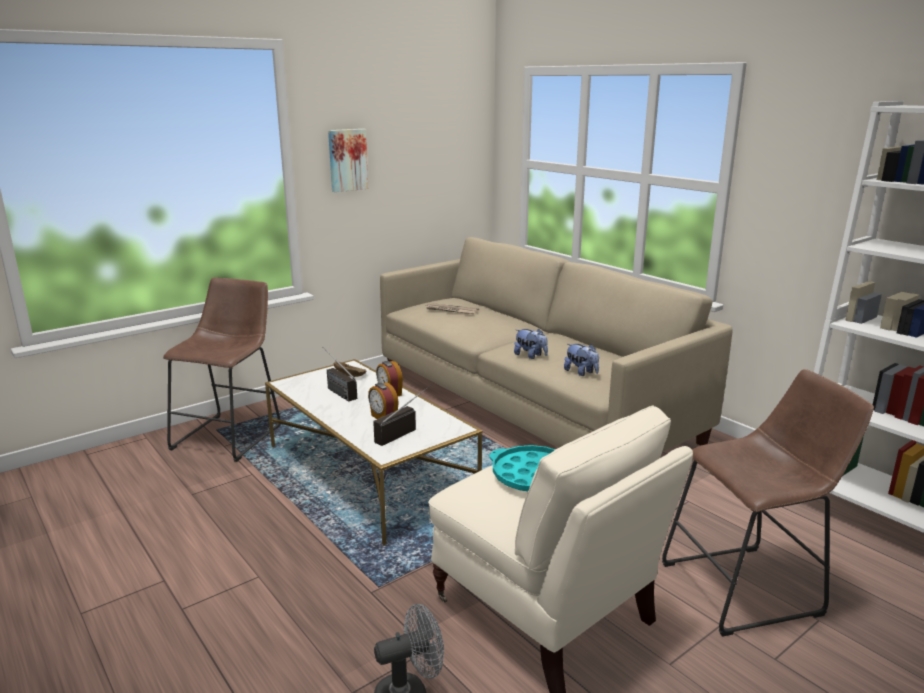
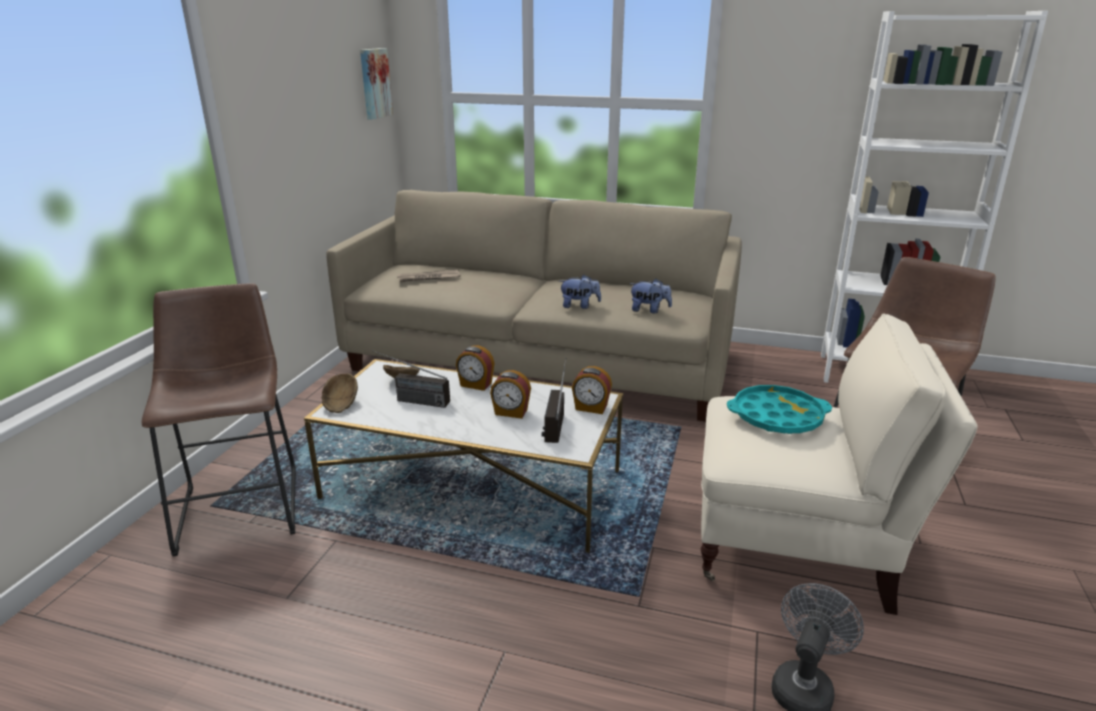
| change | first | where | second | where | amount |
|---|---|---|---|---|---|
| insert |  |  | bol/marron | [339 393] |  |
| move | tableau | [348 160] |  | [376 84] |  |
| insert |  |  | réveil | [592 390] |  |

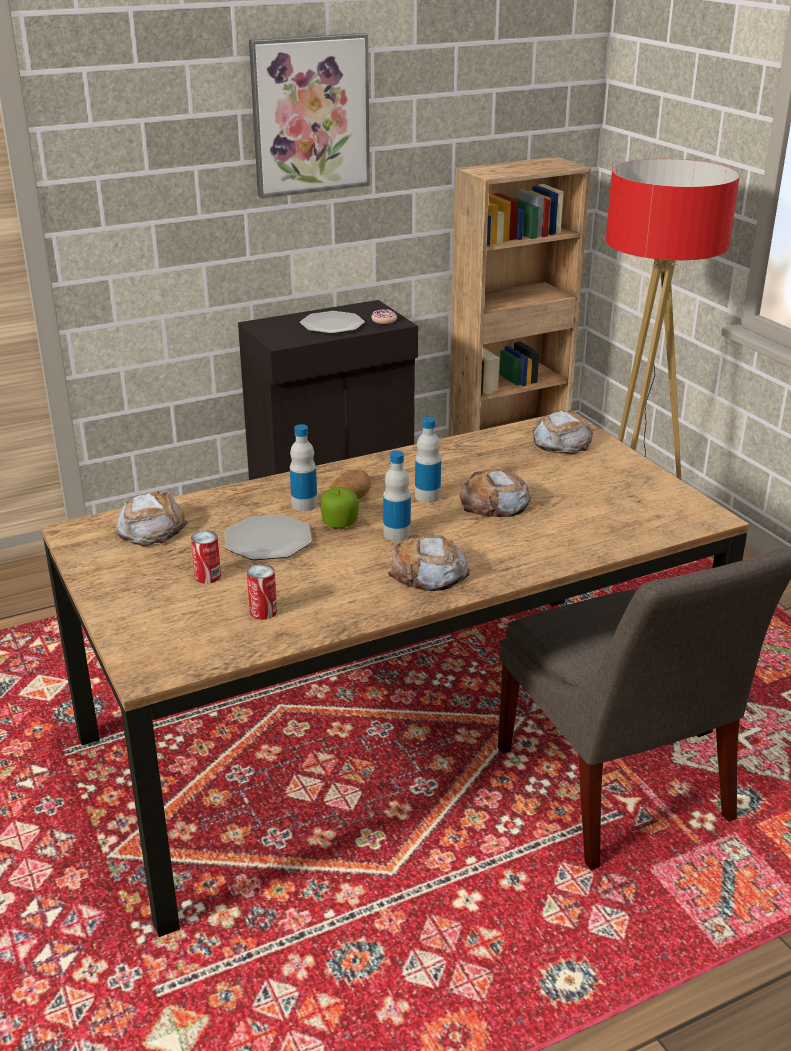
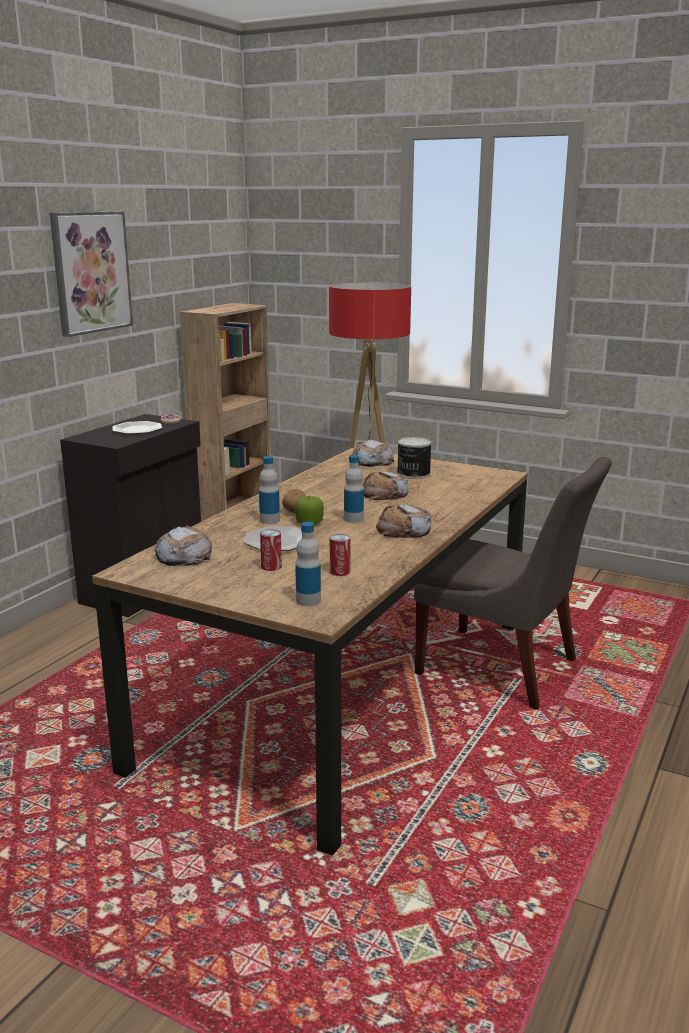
| change | first | where | second | where | amount |
|---|---|---|---|---|---|
| move | bouteille | [428 460] |  | [308 564] |  |
| insert |  |  | boîte métallique | [414 458] |  |

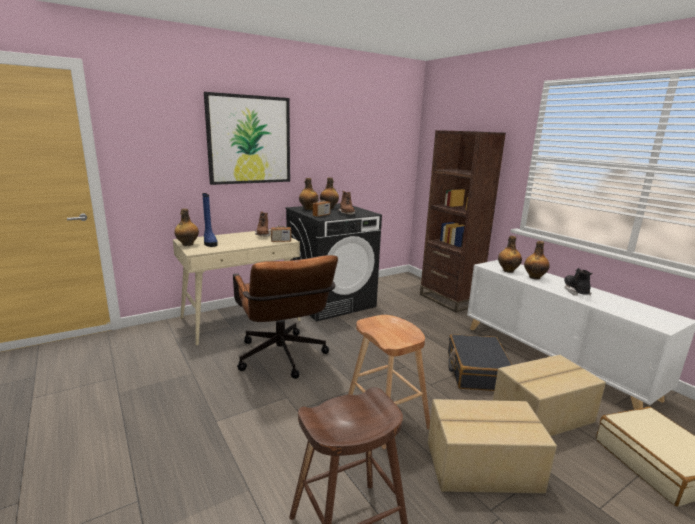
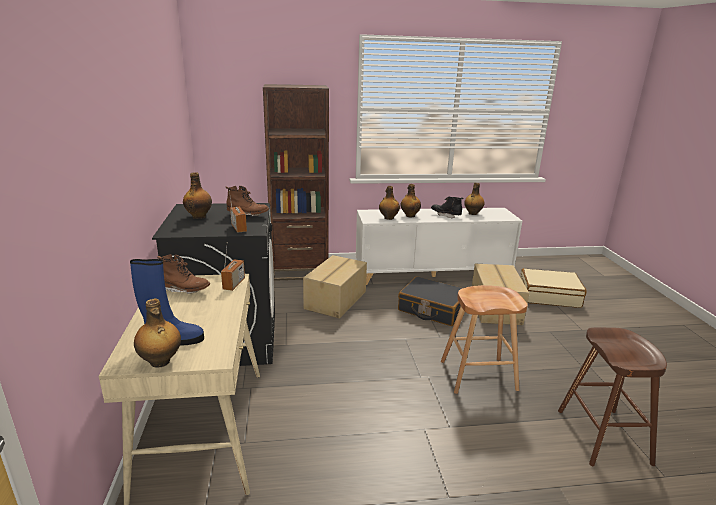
| change | first | where | second | where | amount |
|---|---|---|---|---|---|
| move | carton | [492 446] |  | [335 287] |  |
| move | bouteille | [309 194] |  | [474 199] |  |
| delete | tableau | [247 138] |  |  |  |
| delete | chaise de bureau/marron | [285 317] |  |  |  |

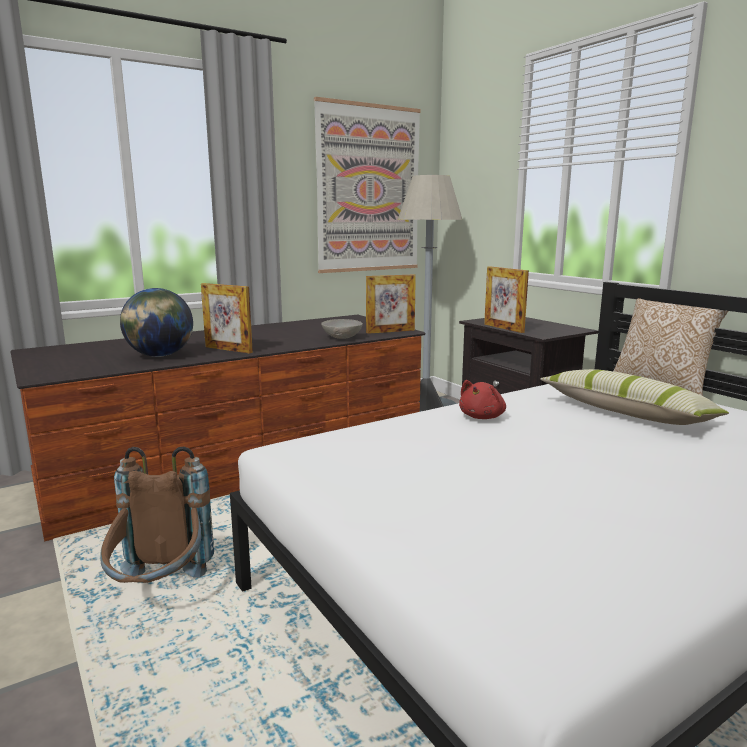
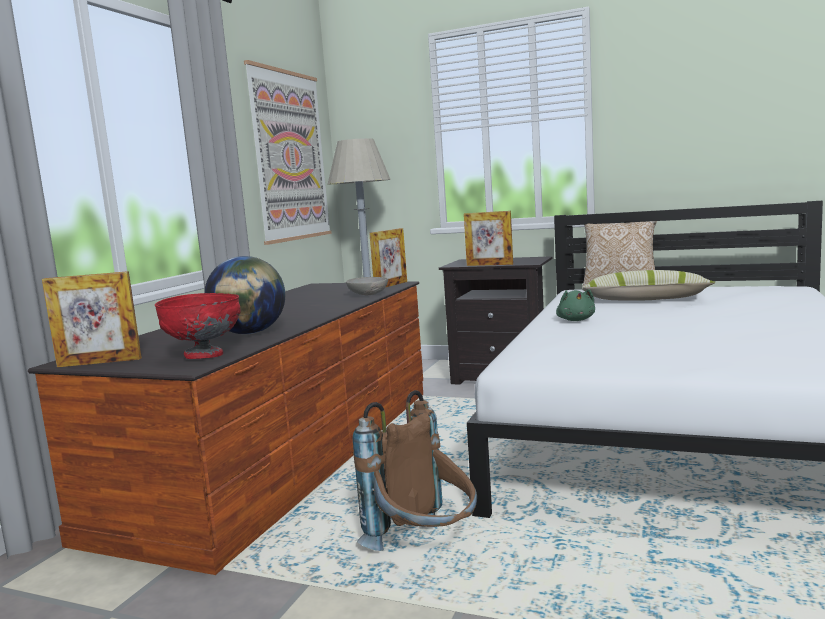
| change | first | where | second | where | amount |
|---|---|---|---|---|---|
| move | cadre photo | [227 318] |  | [92 319] |  |
| insert |  |  | bol/rouge | [198 326] |  |
| recolor | peluche/rouge | [482 399] | peluche/vert | [575 305] |  |

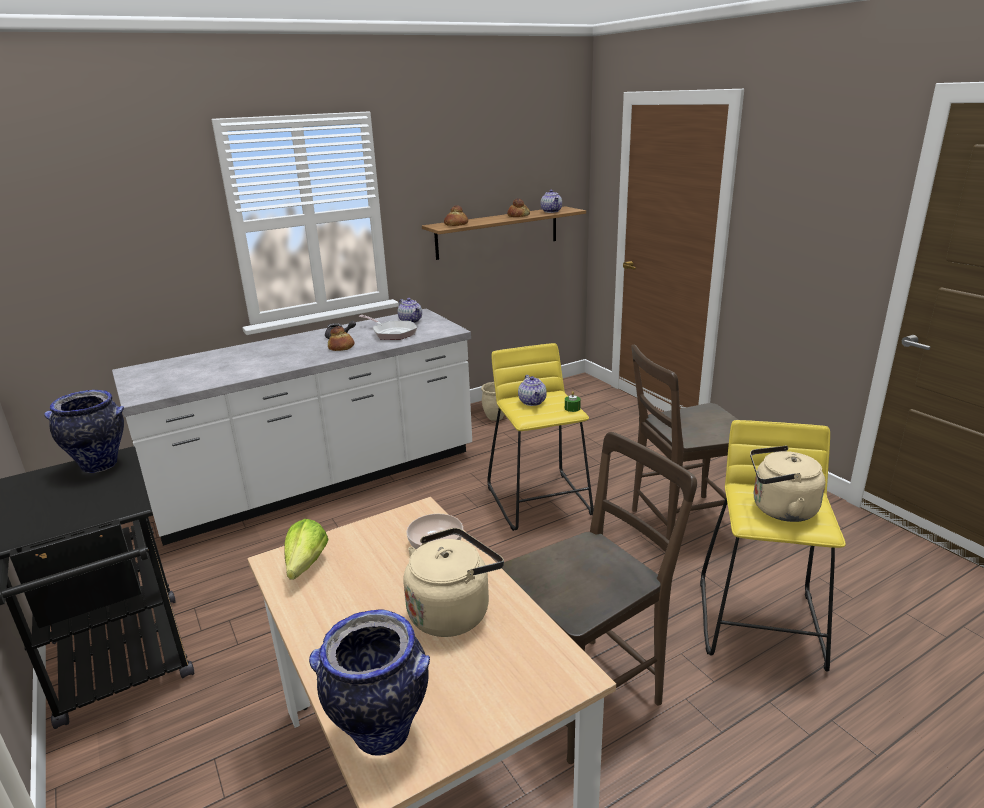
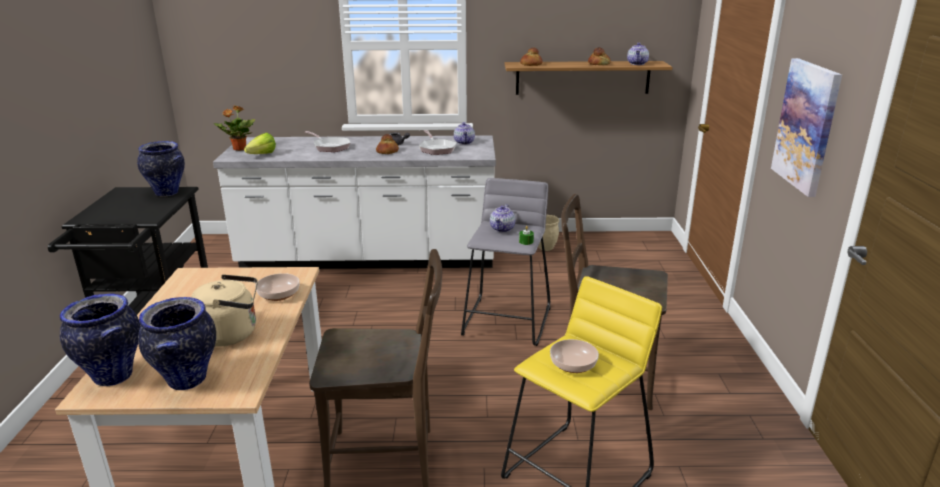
| change | first | where | second | where | amount |
|---|---|---|---|---|---|
| insert |  |  | vase | [177 343] |  |
| insert |  |  | plante en pot | [234 128] |  |
| move | laitue | [306 549] |  | [260 143] |  |
| insert |  |  | poêle | [327 141] |  |
| recolor | tabouret/jaune | [540 437] | tabouret/gris | [506 262] |  |
| replace | bouilloire/beige | [787 484] | bol | [574 356] |  |
| insert |  |  | tableau | [806 127] |  |

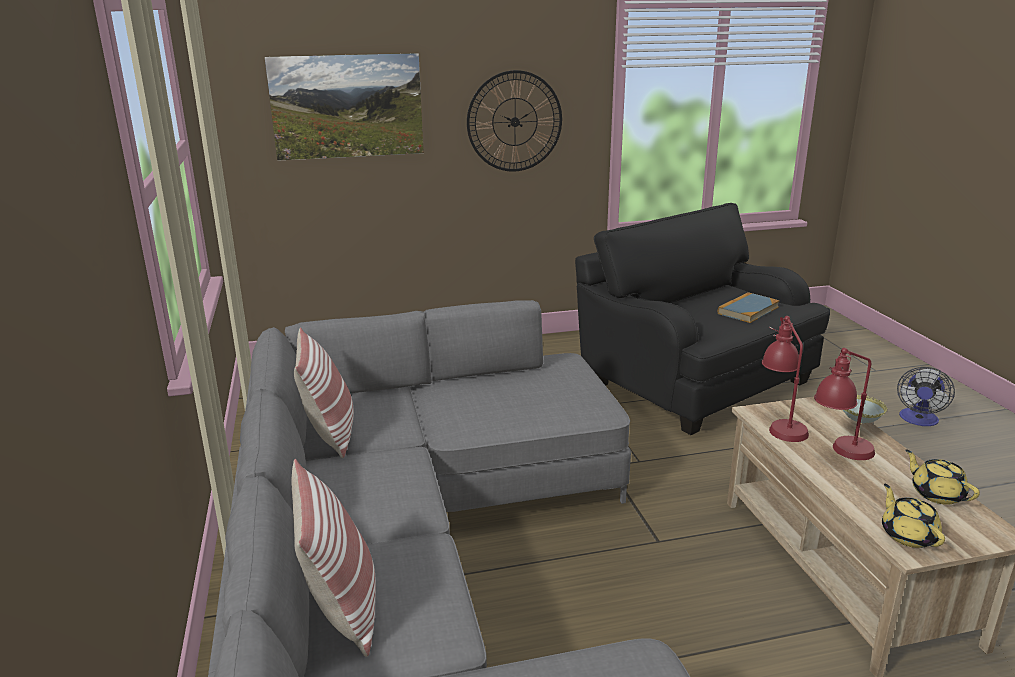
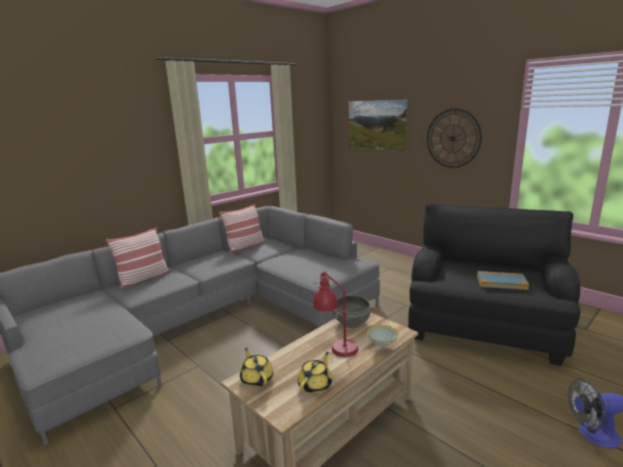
| change | first | where | second | where | amount |
|---|---|---|---|---|---|
| rotate | théière/jaune | [913 516] |  | [257 367] | 75 degrees counterclockwise |
| replace | lampe de table/rouge | [785 379] | bol/gris | [352 312] |  |

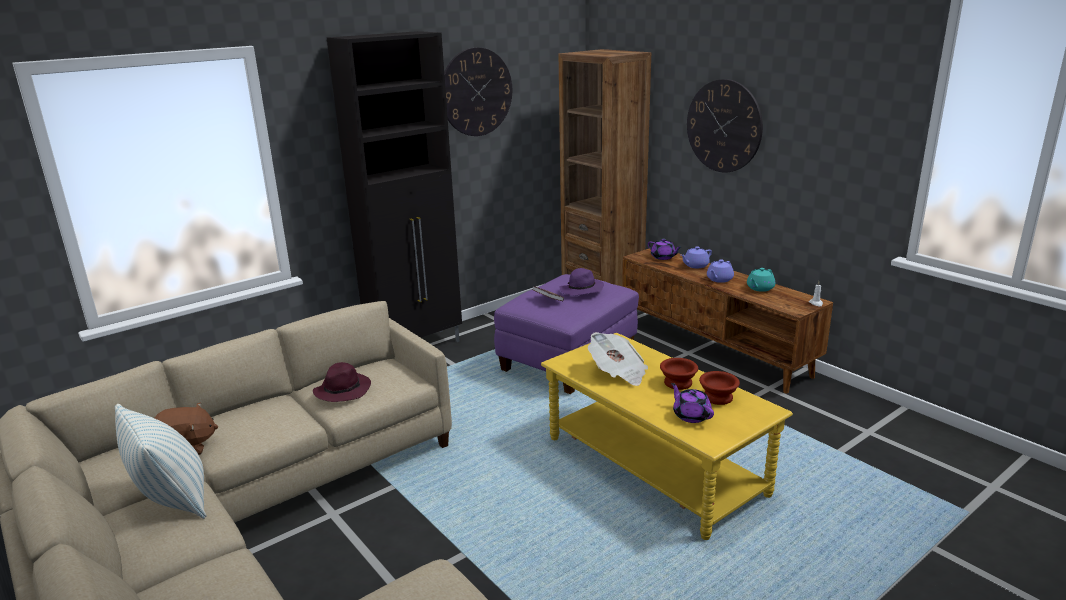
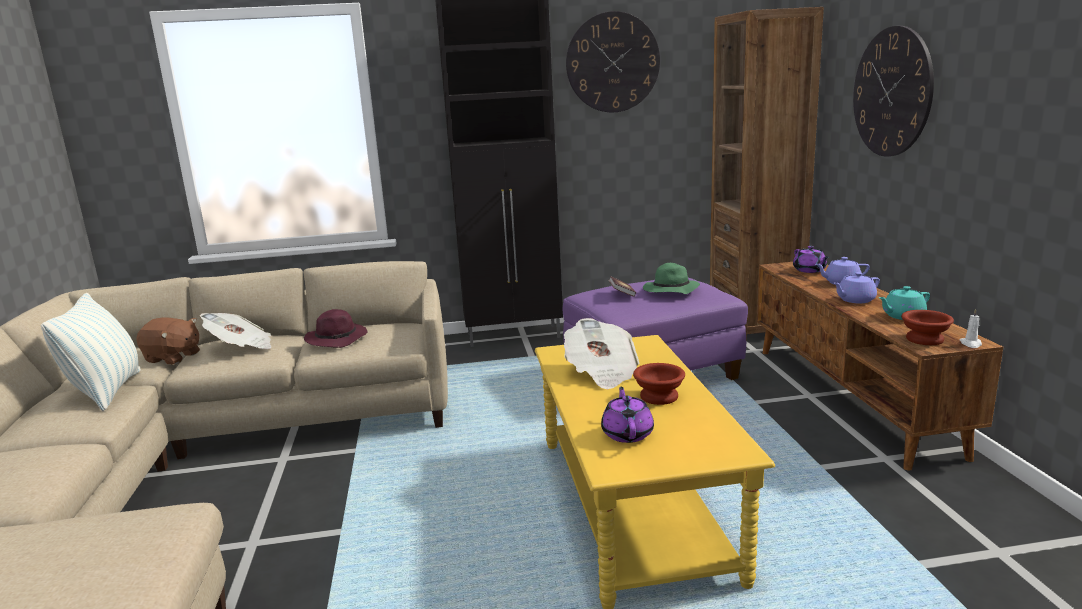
| change | first | where | second | where | amount |
|---|---|---|---|---|---|
| insert |  |  | journal | [235 331] |  |
| recolor | chapeau/violet | [581 281] | chapeau/vert | [671 278] |  |
| move | bol/marron | [719 388] |  | [927 327] |  |

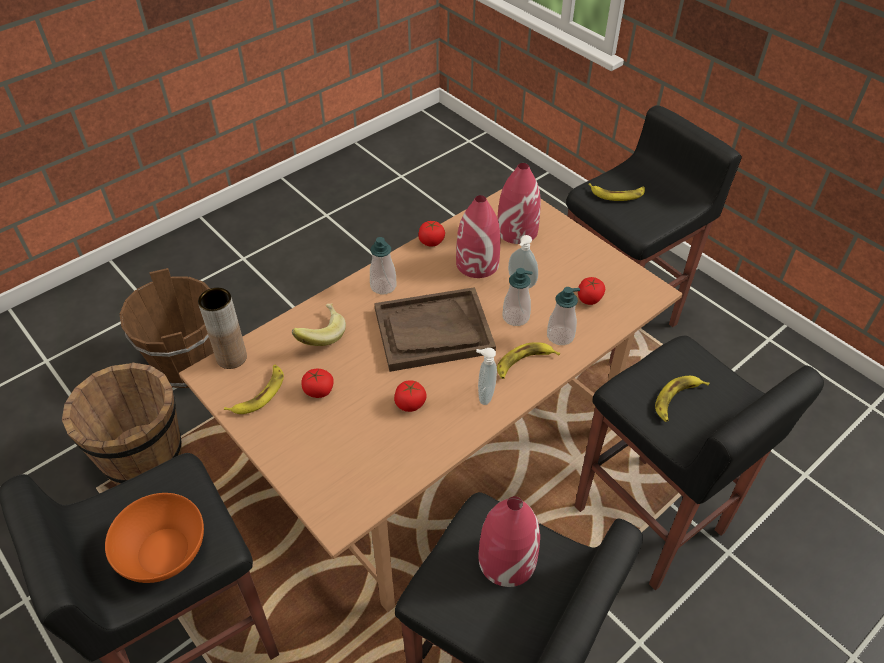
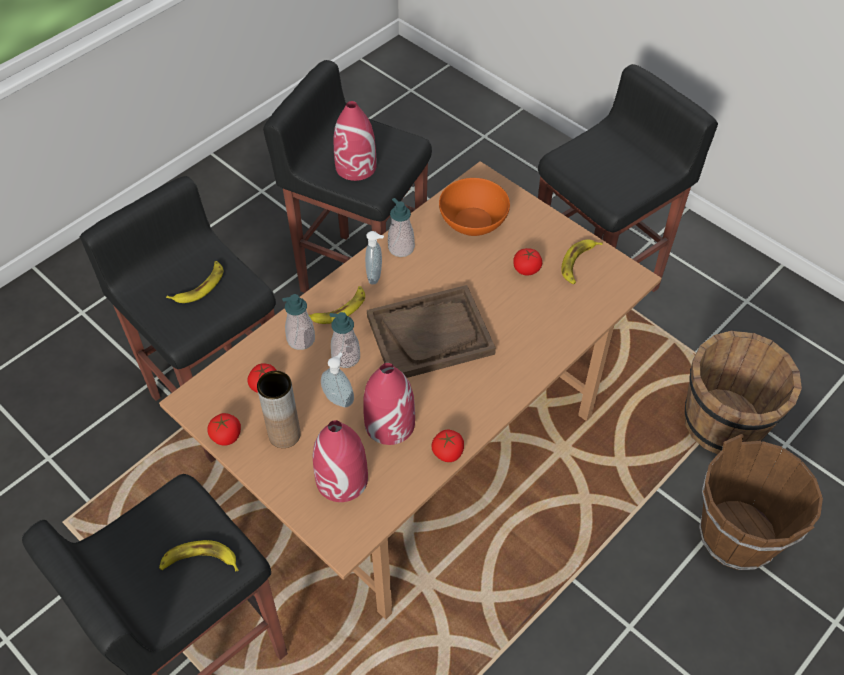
| change | first | where | second | where | amount |
|---|---|---|---|---|---|
| move | tomate | [410 396] |  | [224 429] |  |
| move | vase/marron | [222 328] |  | [279 409] |  |
| move | distributeur de savon | [383 265] |  | [401 227] |  |
| move | bol/orange | [154 538] |  | [474 207] |  |
| delete | banane | [319 324] |  |  |  |

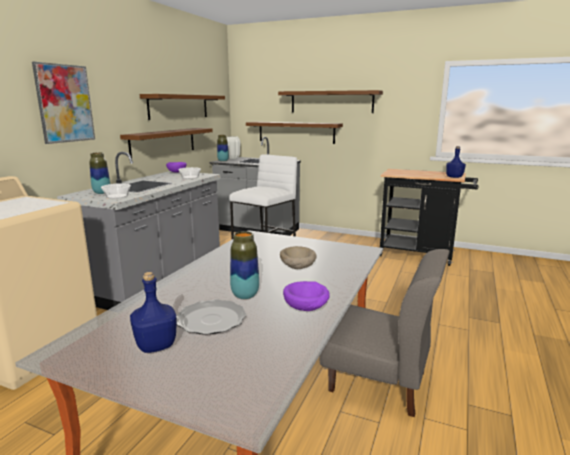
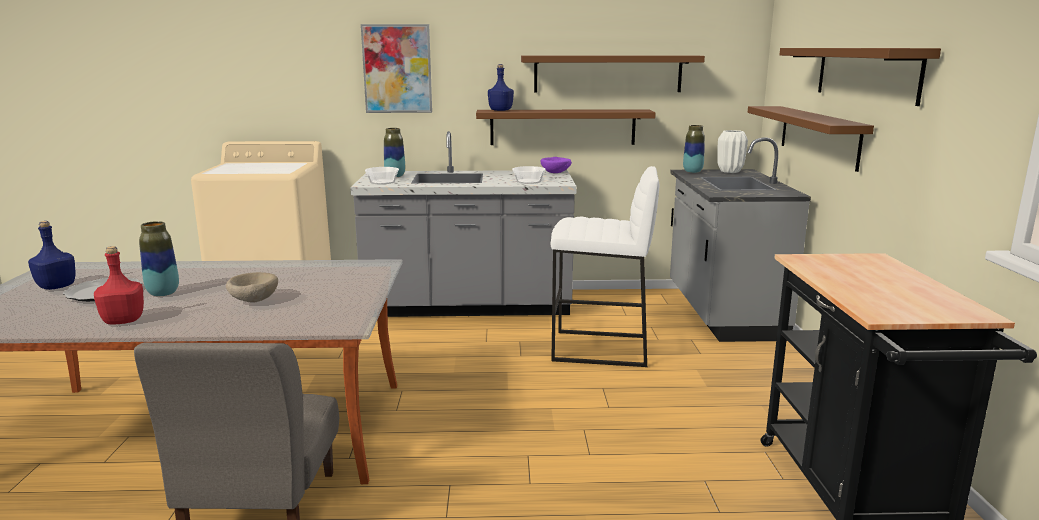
| change | first | where | second | where | amount |
|---|---|---|---|---|---|
| replace | bol/violet | [306 296] | bouteille/rouge | [119 285] |  |
| move | bouteille/bleu | [456 162] |  | [501 87] |  |

